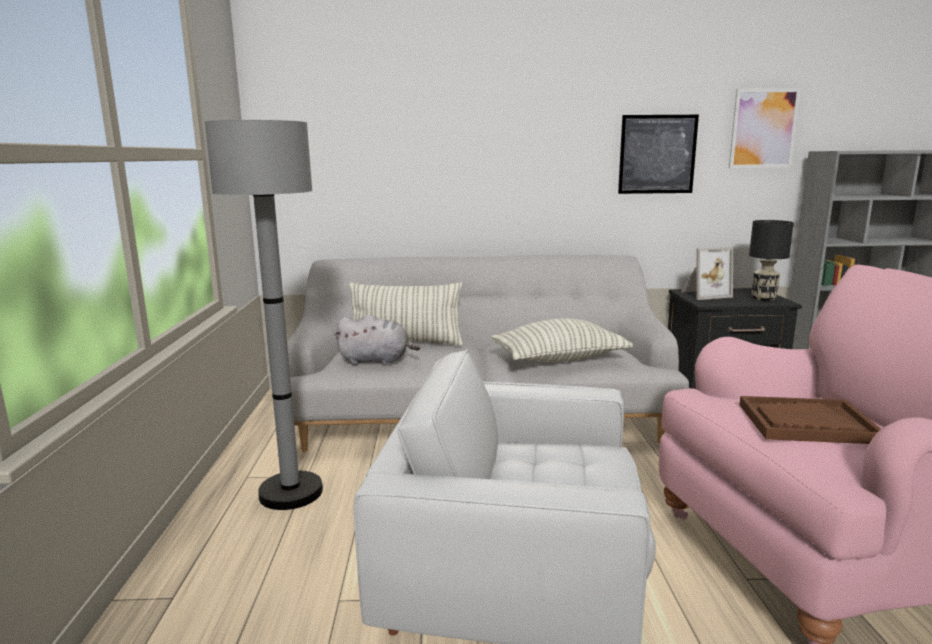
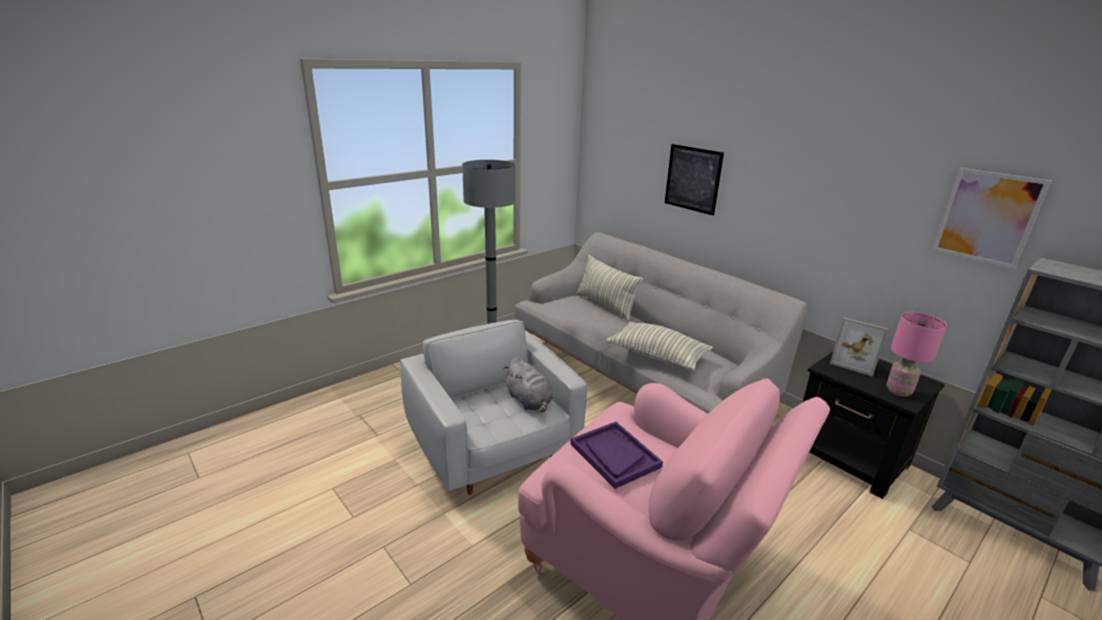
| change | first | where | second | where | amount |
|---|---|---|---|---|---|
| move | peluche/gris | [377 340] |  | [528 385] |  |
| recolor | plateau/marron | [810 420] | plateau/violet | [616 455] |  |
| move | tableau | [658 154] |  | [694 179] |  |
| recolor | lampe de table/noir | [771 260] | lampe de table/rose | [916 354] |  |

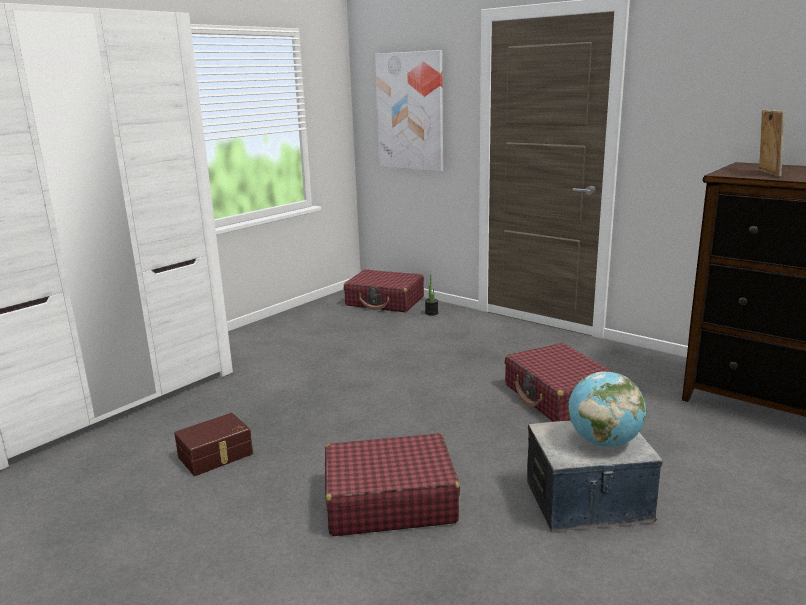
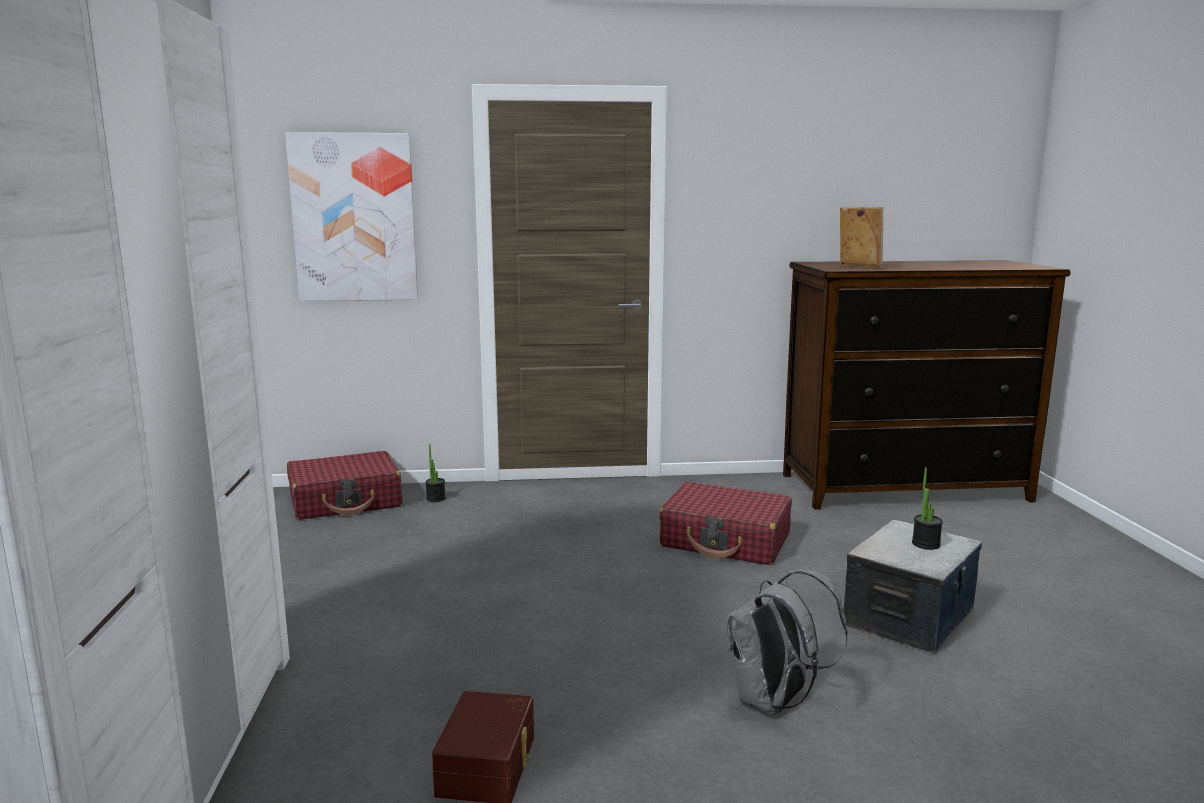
| change | first | where | second | where | amount |
|---|---|---|---|---|---|
| replace | valise/rouge | [392 484] | sac à dos/gris | [787 642] |  |
| replace | globe | [607 409] | plante en pot | [927 508] |  |

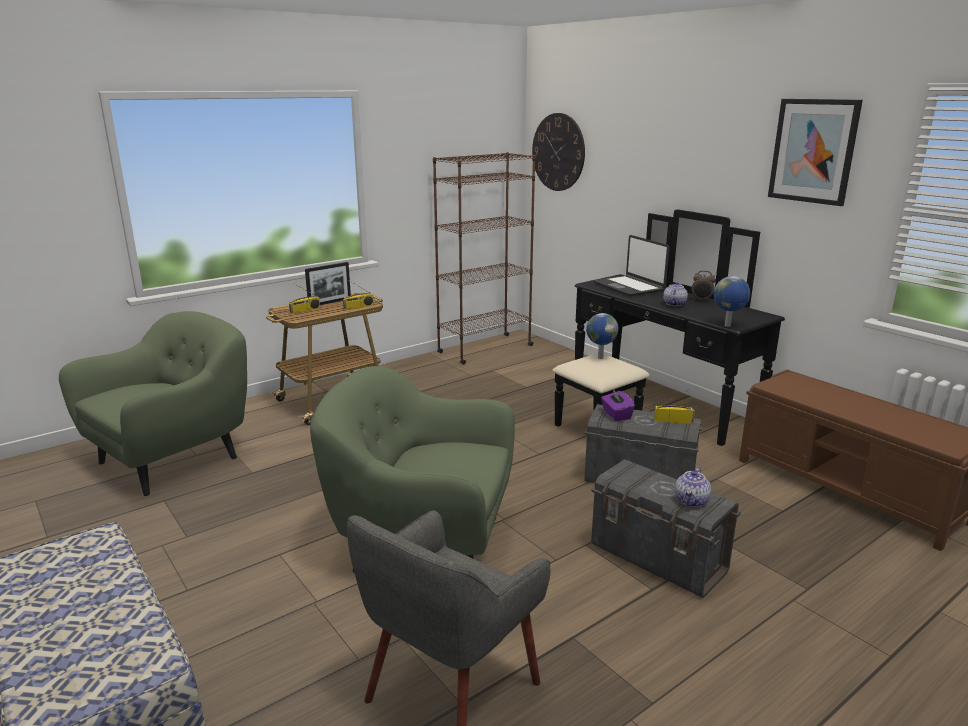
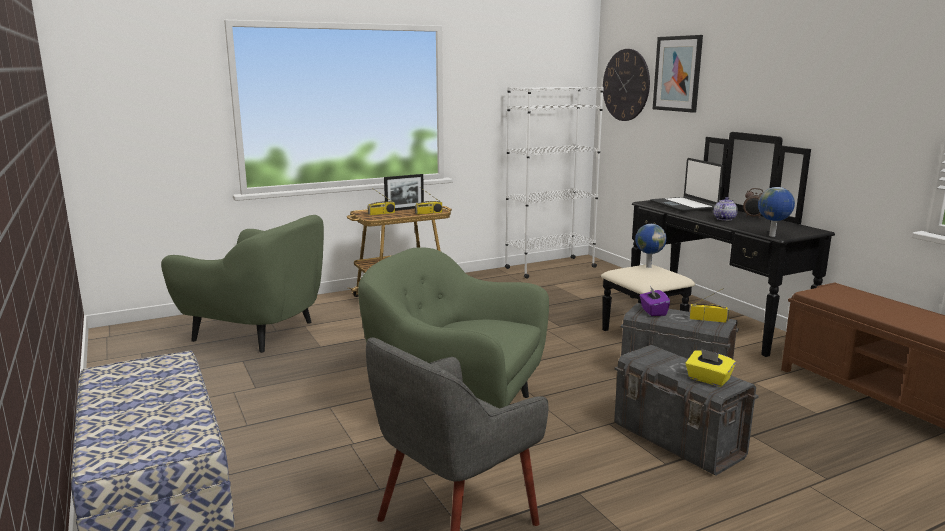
| change | first | where | second | where | amount |
|---|---|---|---|---|---|
| rotate | fauteuil/vert | [153 403] |  | [242 284] | 60 degrees clockwise |
| recolor | bibliothèque/marron | [484 258] | bibliothèque/blanc | [554 182] |  |
| move | tableau | [815 152] |  | [678 74] |  |
| replace | théière | [693 487] | boîte à mouchoirs/jaune | [710 368] |  |

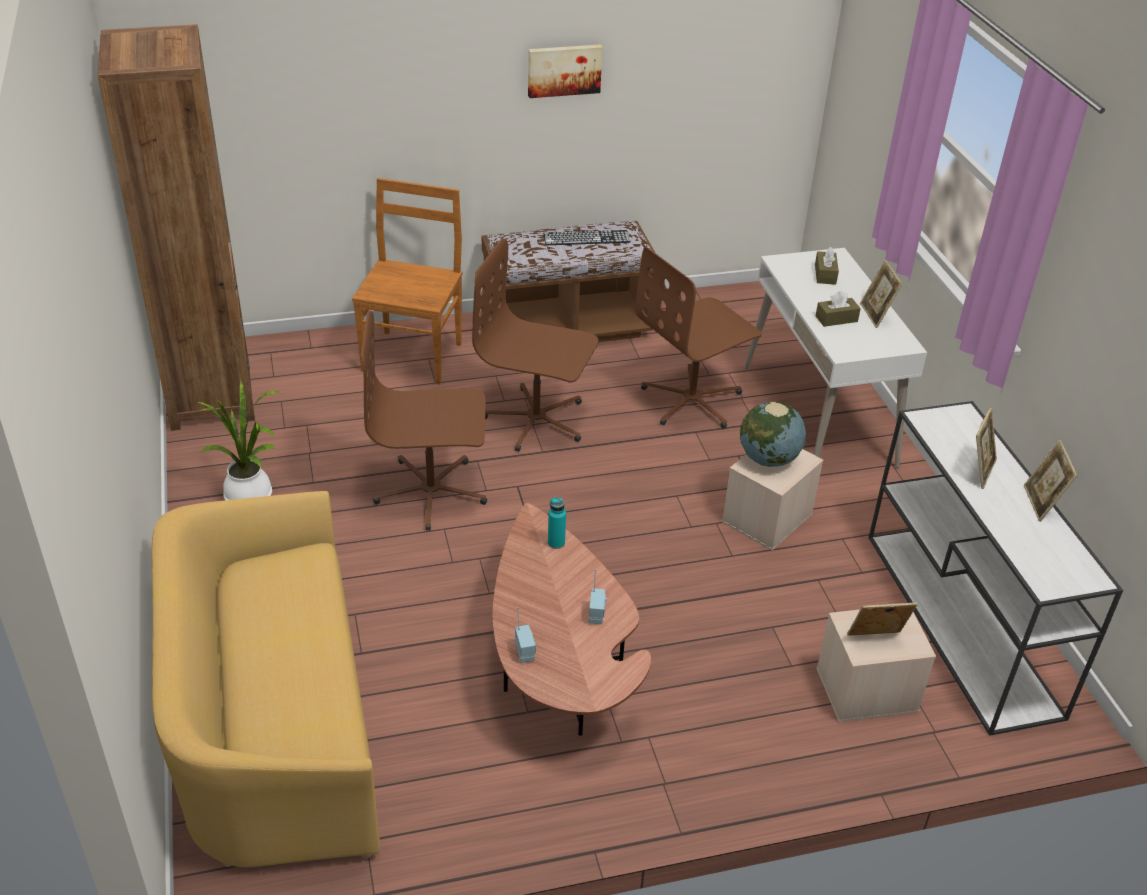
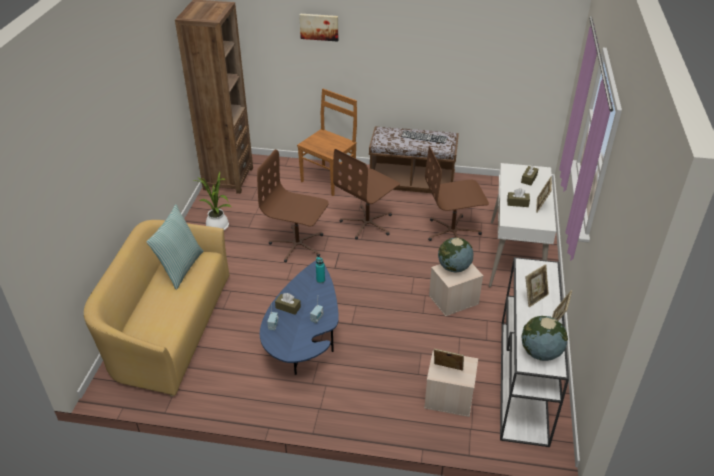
| change | first | where | second | where | amount |
|---|---|---|---|---|---|
| insert |  |  | coussin | [175 247] |  |
| recolor | table basse/marron | [572 619] | table basse/bleu | [299 318] |  |
| insert |  |  | boîte à mouchoirs/marron | [288 304] |  |
| move | tableau | [565 71] |  | [318 28] |  |
| rotate | chaise de bureau/marron | [535 345] |  | [366 194] | 90 degrees counterclockwise |
| insert |  |  | globe | [544 338] |  |

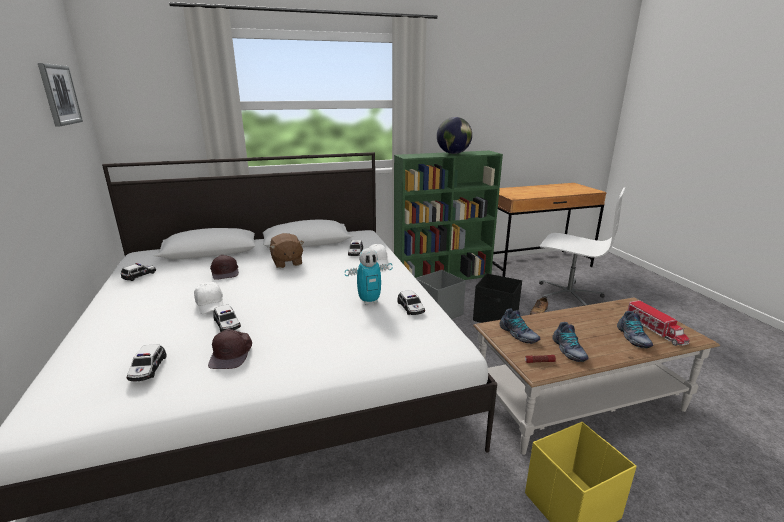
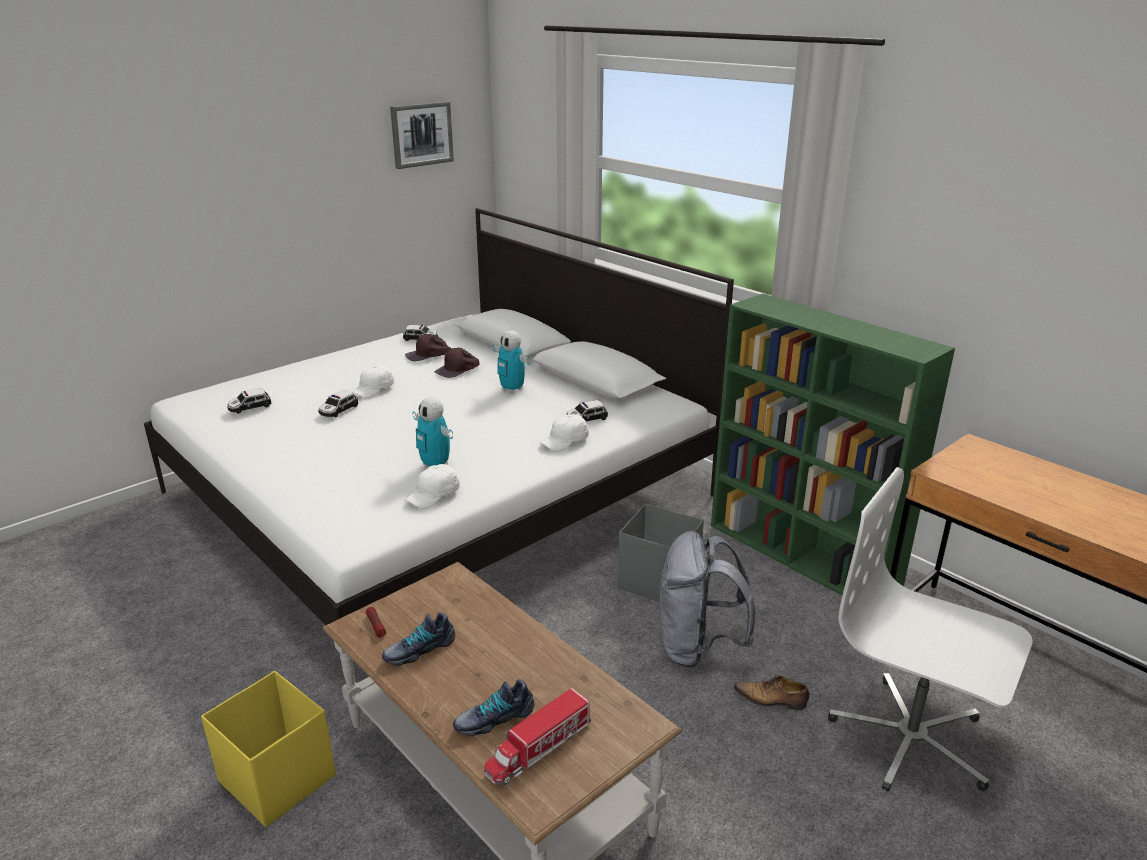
| change | first | where | second | where | amount |
|---|---|---|---|---|---|
| move | casquette/marron | [230 348] |  | [428 347] |  |
| replace | petite voiture | [411 302] | casquette/blanc | [432 486] |  |
| replace | peluche/marron | [287 250] | robot jouet | [511 362] |  |
| replace | boîte de rangement/noir | [497 298] | sac à dos/gris | [708 599] |  |
| rotate | chaise de bureau/blanc | [582 246] |  | [930 629] | 120 degrees clockwise |
| delete | globe | [454 135] |  |  |  |
| delete | chaussure | [520 326] |  |  |  |

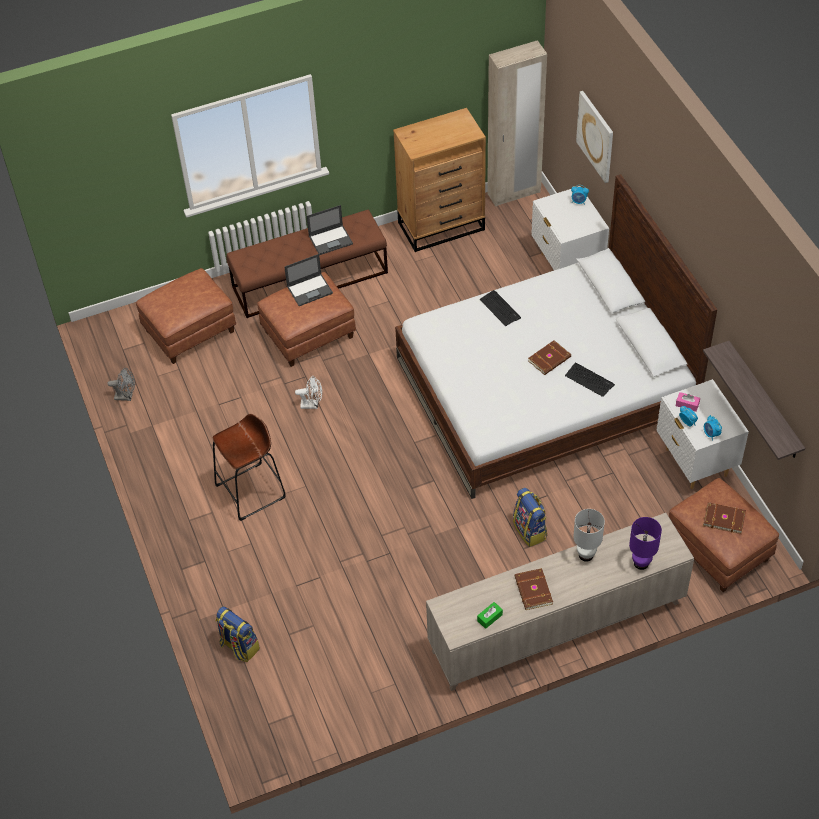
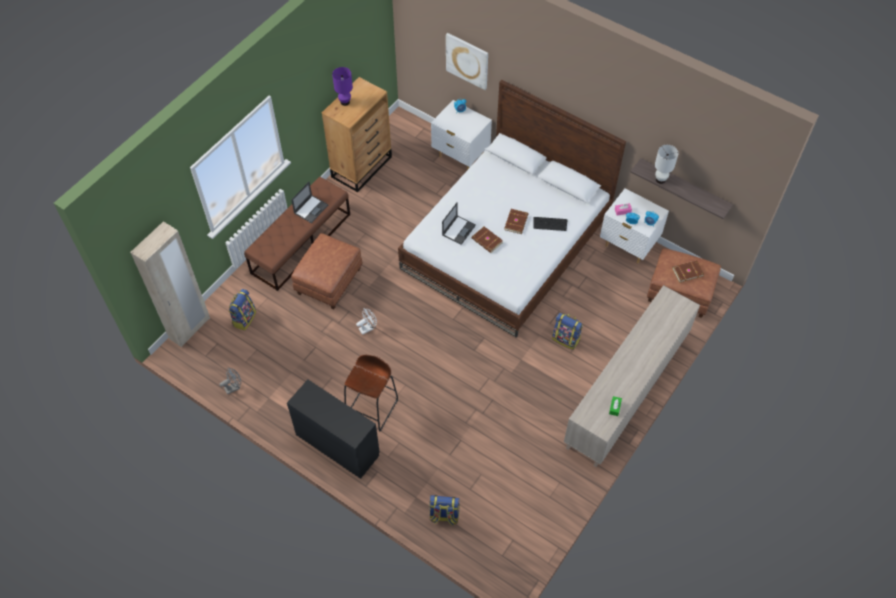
| change | first | where | second | where | amount |
|---|---|---|---|---|---|
| move | armoire/beige | [517 123] |  | [170 284] |  |
| replace | pouf/marron | [186 316] | sac à dos | [242 309] |  |
| insert |  |  | bureau/noir | [333 429] |  |
| move | lampe de table/violet | [645 543] |  | [342 86] |  |
| move | ordinateur portable | [308 280] |  | [459 223] |  |
| move | livre/marron | [533 589] |  | [487 240] |  |
| move | lampe de table/blanc | [589 535] |  | [667 164] |  |
| delete | clavier | [500 308] |  |  |  |

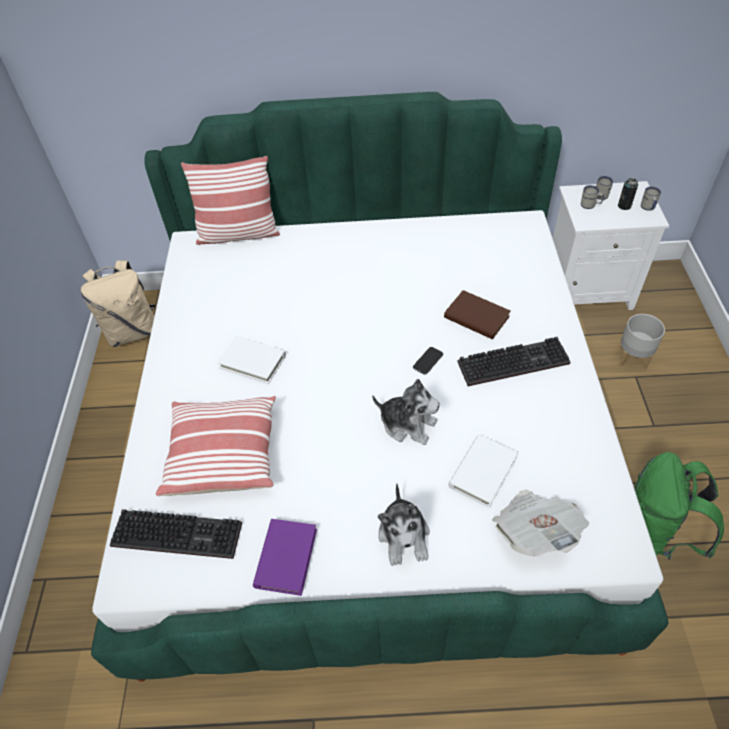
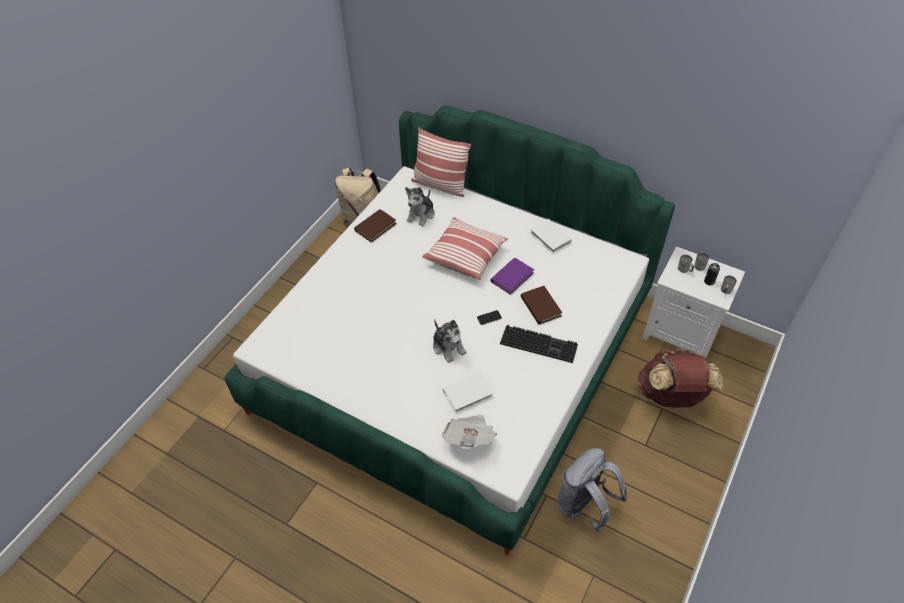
| change | first | where | second | where | amount |
|---|---|---|---|---|---|
| insert |  |  | livre/marron | [375 226] |  |
| move | peluche | [404 524] |  | [420 206] |  |
| move | coussin | [216 446] |  | [465 248] |  |
| move | livre/violet | [285 557] |  | [512 276] |  |
| move | livre/blanc | [251 360] |  | [551 236] |  |
| recolor | sac à dos/vert | [679 506] | sac à dos/gris | [592 490] |  |
| replace | cache-pot/gris | [642 342] | sac à dos/marron | [680 379] |  |
| delete | clavier | [176 534] |  |  |  |

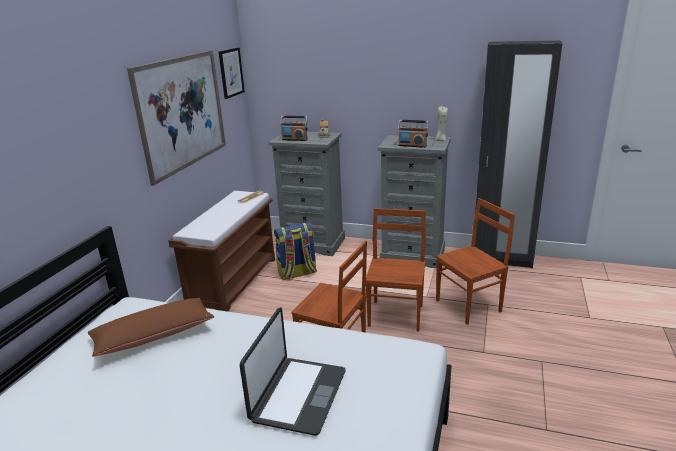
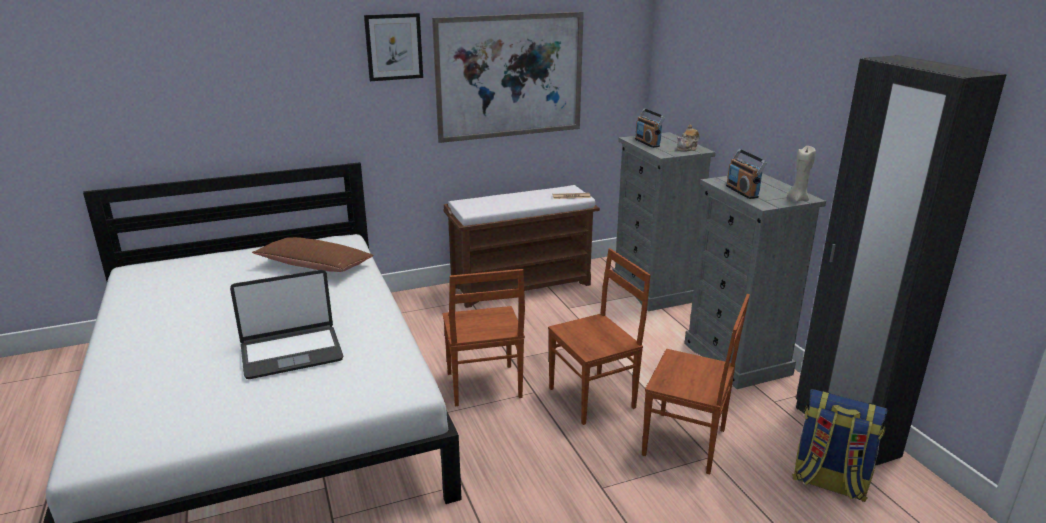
| change | first | where | second | where | amount |
|---|---|---|---|---|---|
| move | tableau | [232 73] |  | [393 47] |  |
| move | sac à dos | [295 251] |  | [840 445] |  |

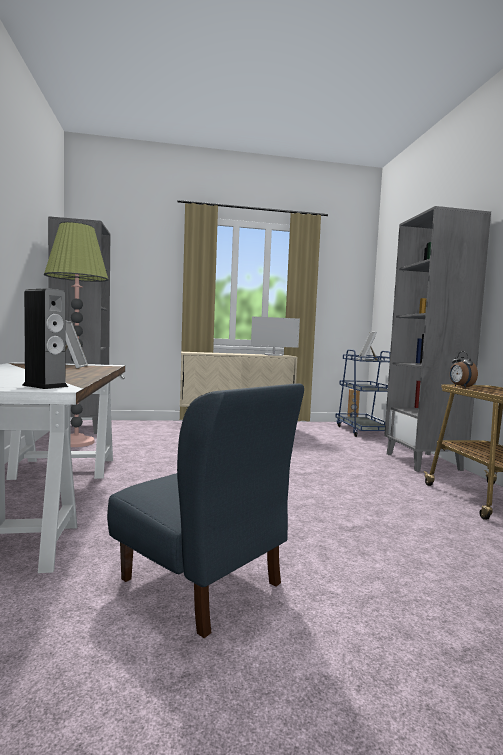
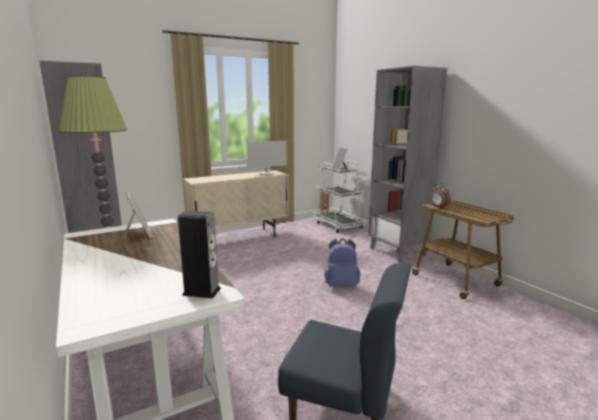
| change | first | where | second | where | amount |
|---|---|---|---|---|---|
| recolor | chariot/bleu | [362 393] | chariot/blanc | [339 196] |  |
| insert |  |  | sac à dos/bleu | [342 262] |  |

